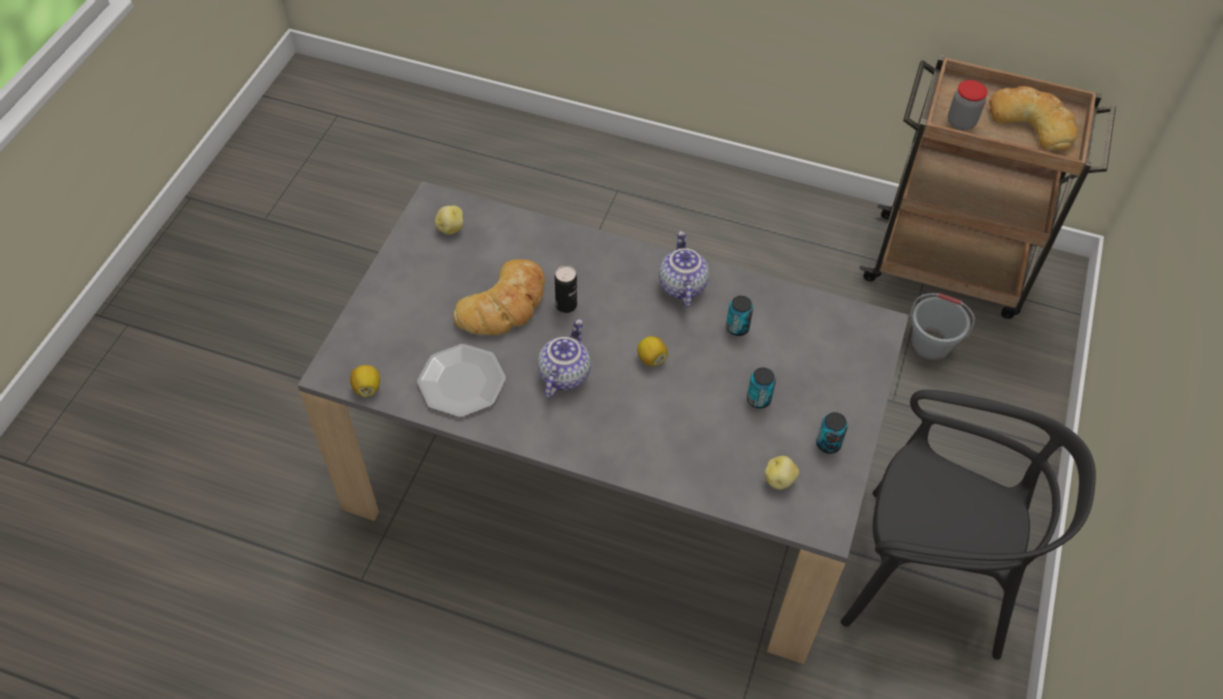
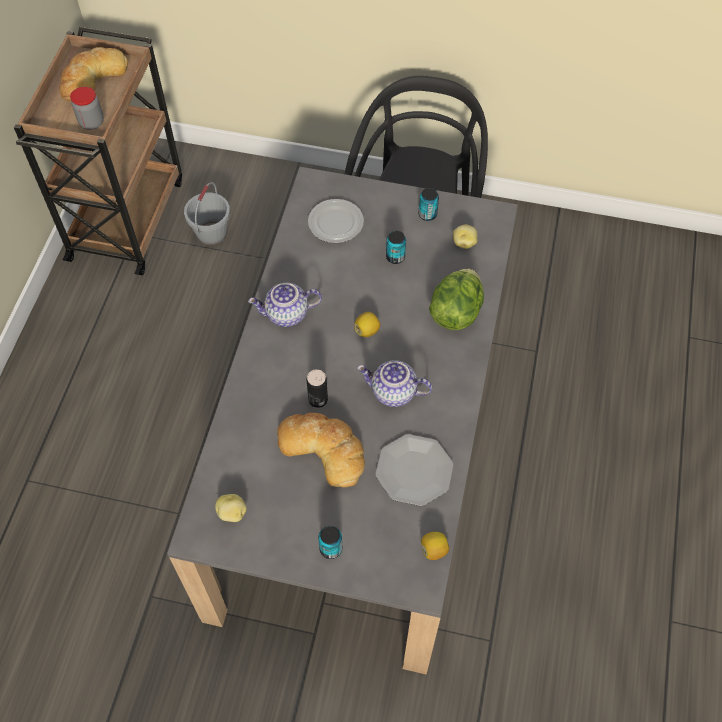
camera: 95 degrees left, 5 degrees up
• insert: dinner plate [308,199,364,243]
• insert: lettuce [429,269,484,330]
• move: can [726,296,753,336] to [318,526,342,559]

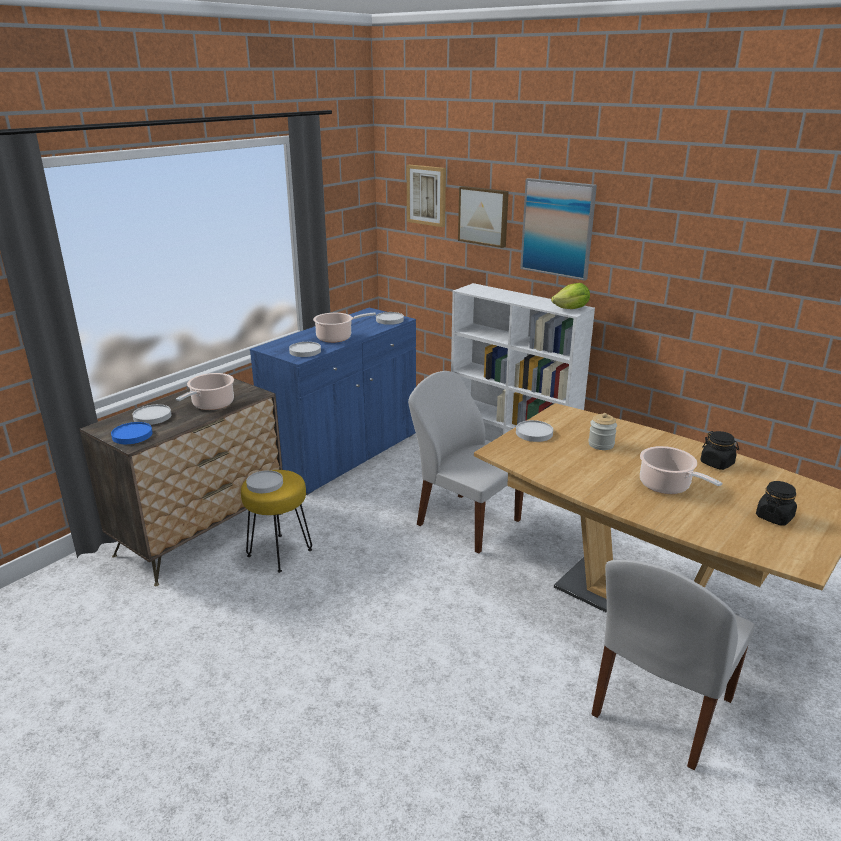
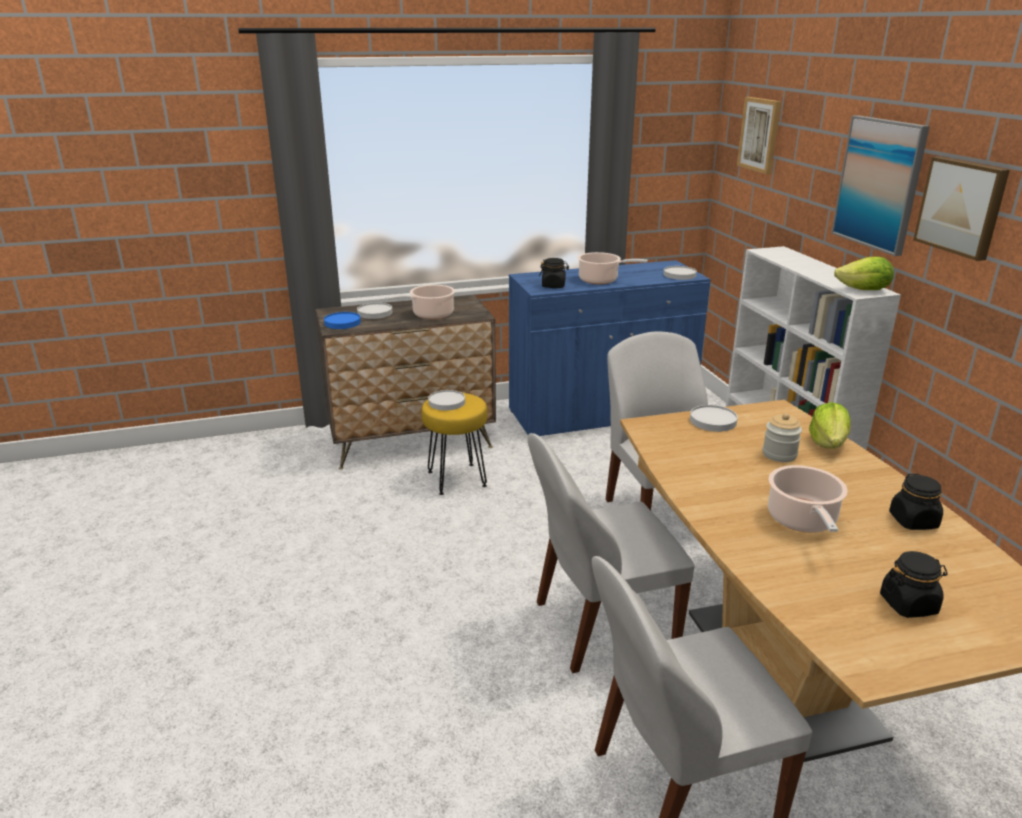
camera: 35 degrees right, 0 degrees up
• insert: upright chair (white) [527,433,695,673]
• insert: lettuce [809,402,851,449]
• move: wall art [458,186,509,248] to [913,157,1010,261]
• replace: dinner plate (white) [289,342,321,357] to storage jar (black) [539,258,569,288]

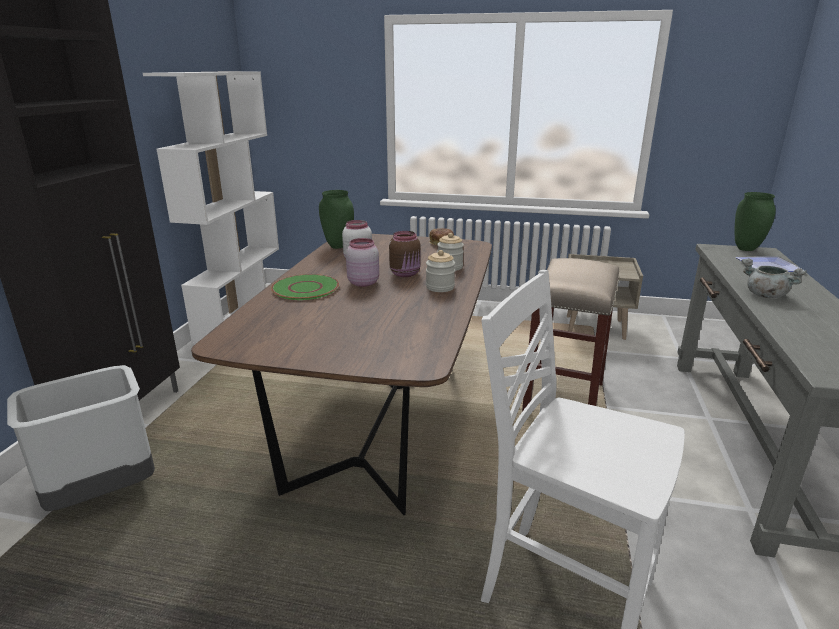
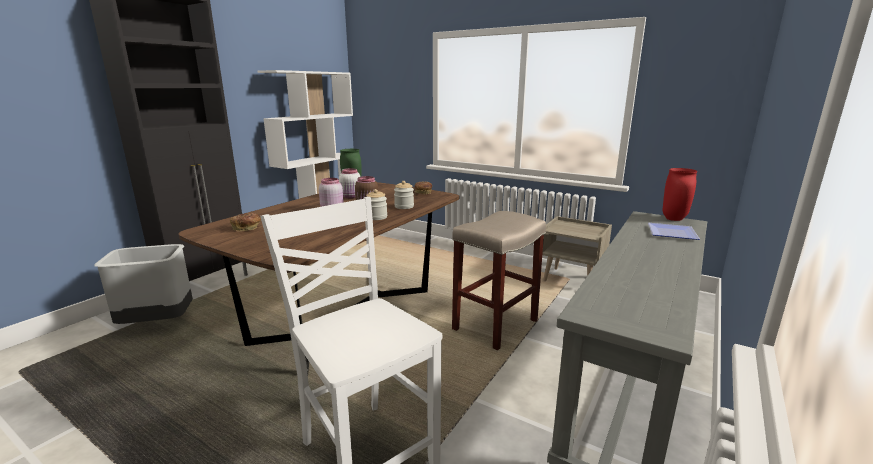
camera: 20 degrees right, 5 degrees down
• delete: dinner plate (green-coloured) [271,274,339,300]
• delete: saucepot (greyish) [742,258,807,298]
• insert: baked bread [230,213,261,231]
• recolor: vase (green-coloured) [735,192,776,251] to vase (red) [663,168,697,221]

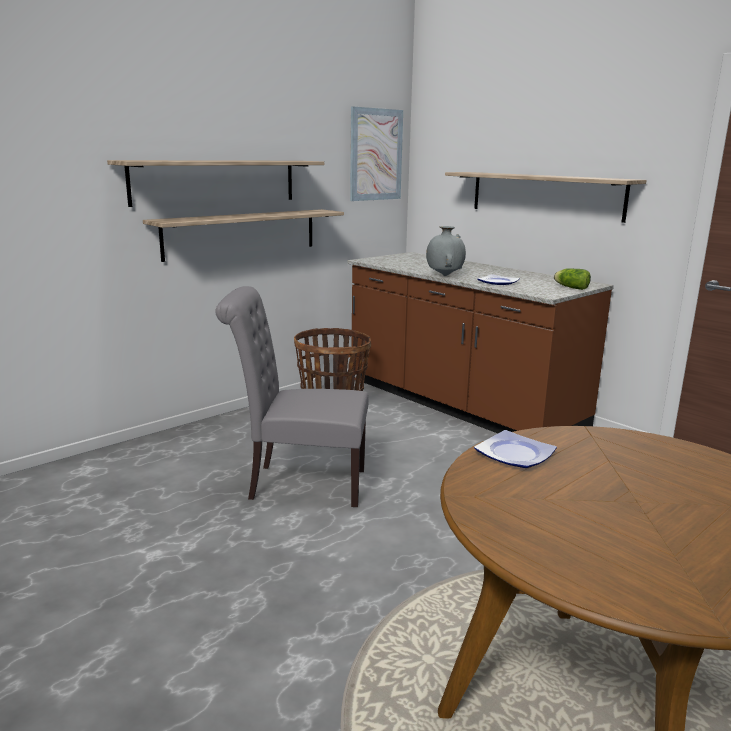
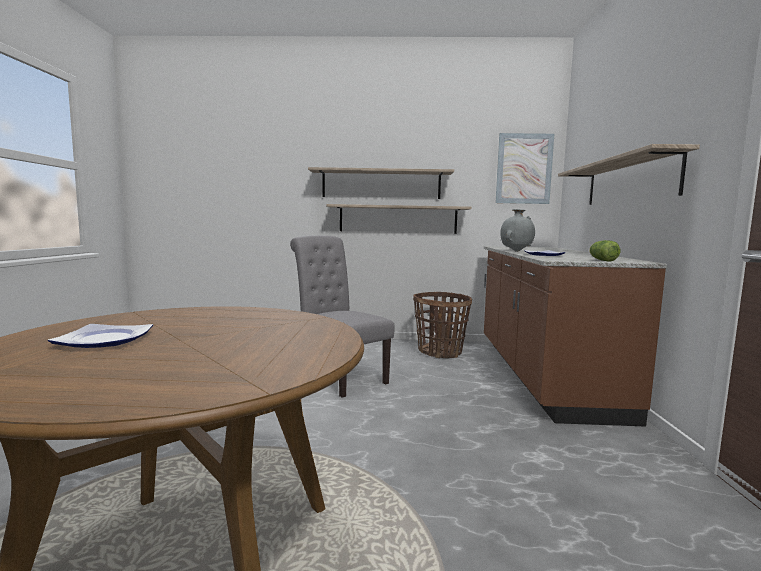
camera: 45 degrees right, 10 degrees down
• move: dinner plate [474,430,557,468] to [48,324,153,348]

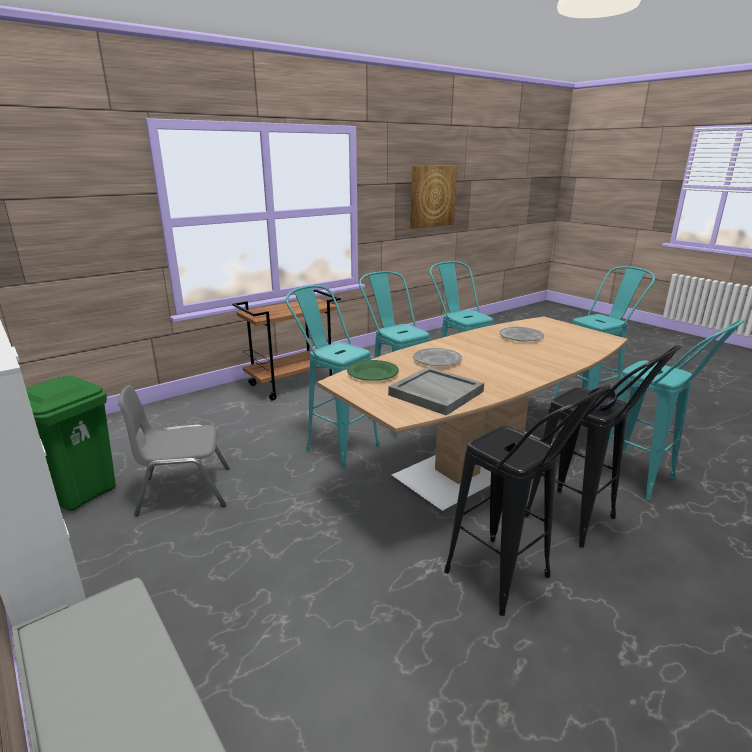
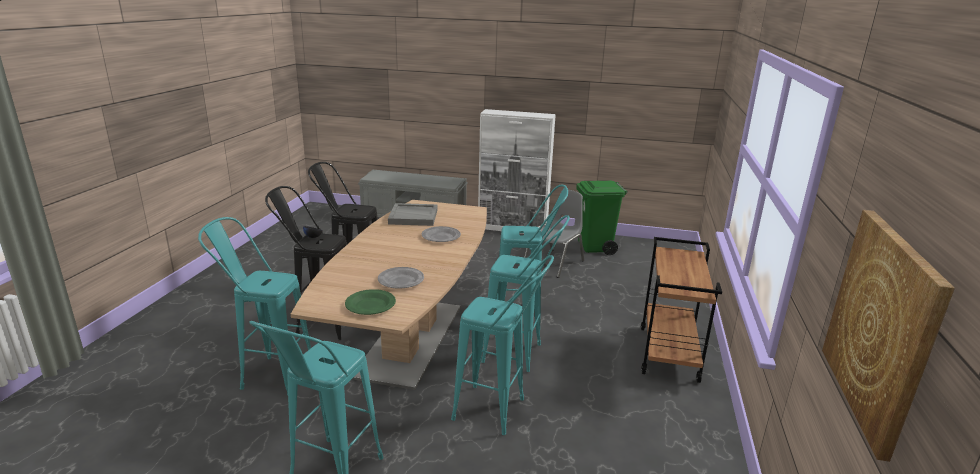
camera: 140 degrees right, 0 degrees up
• move: dinner plate (green-coloured) [347,360,399,381] to [345,289,396,315]

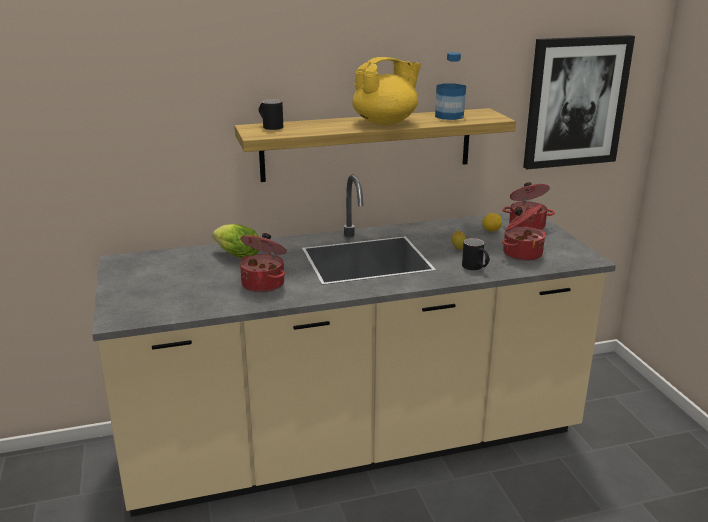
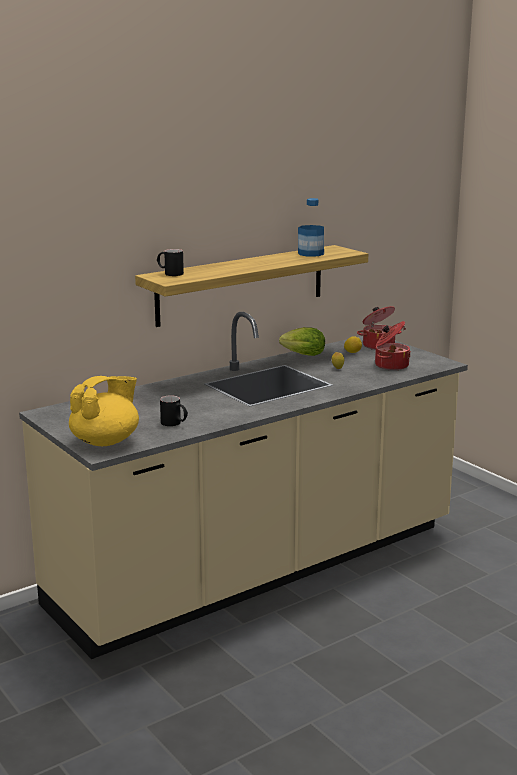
camera: 20 degrees left, 5 degrees down
• delete: saucepot [240,233,287,293]
• delete: wall art [523,35,635,169]
• move: lettuce [212,224,259,259] to [279,327,325,356]
• move: teapot (yellowish) [352,57,421,125] to [69,376,139,446]
• move: coffee mug (black) [462,238,490,270] to [160,395,188,426]

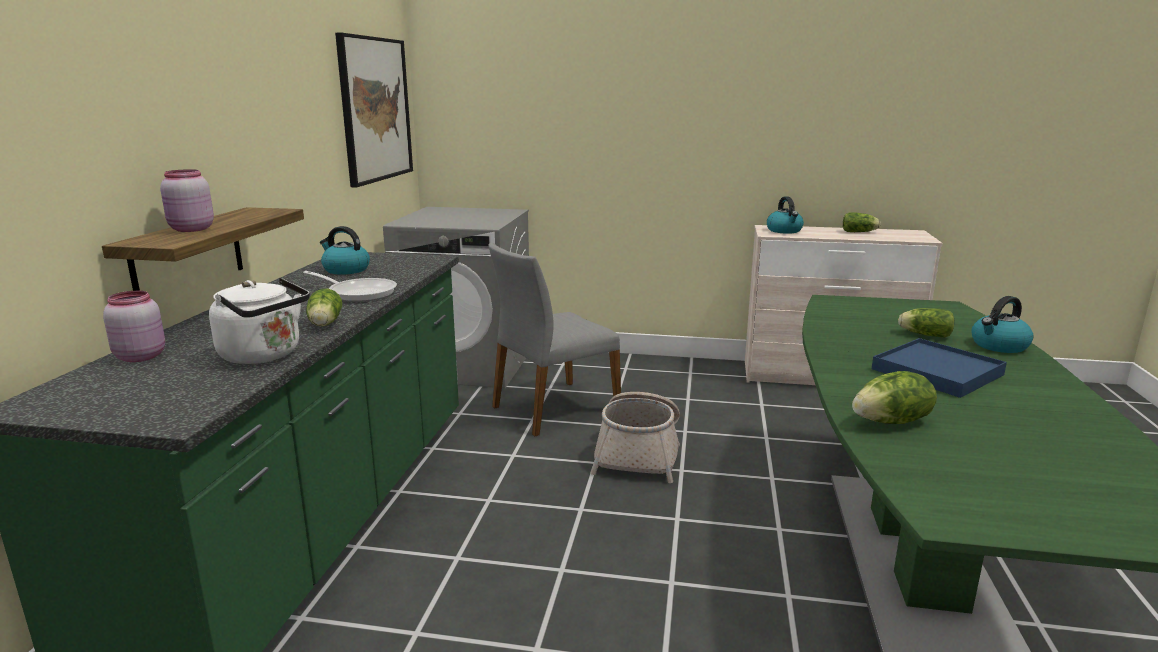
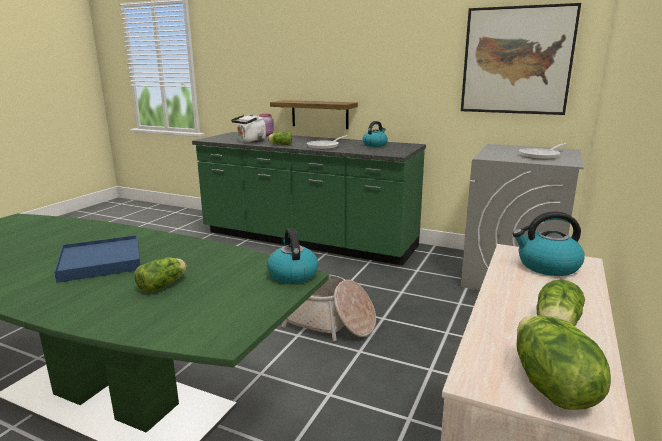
camera: 105 degrees right, 0 degrees up
• delete: storage jar (pink) [160,169,214,232]
• delete: upright chair (greyish) [488,242,621,436]
• insert: skillet [519,143,566,160]
• move: lettuce [852,371,937,424] to [516,315,611,410]
• move: tea kettle [971,296,1033,353] to [267,228,318,284]

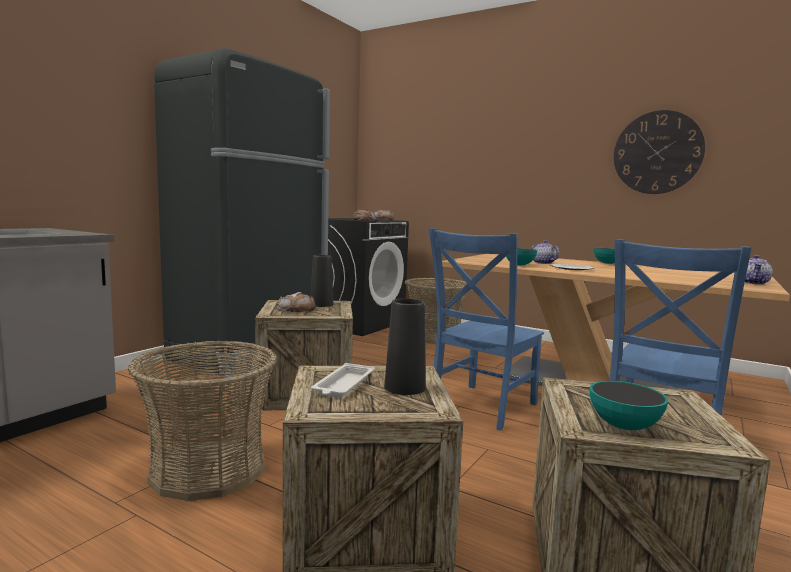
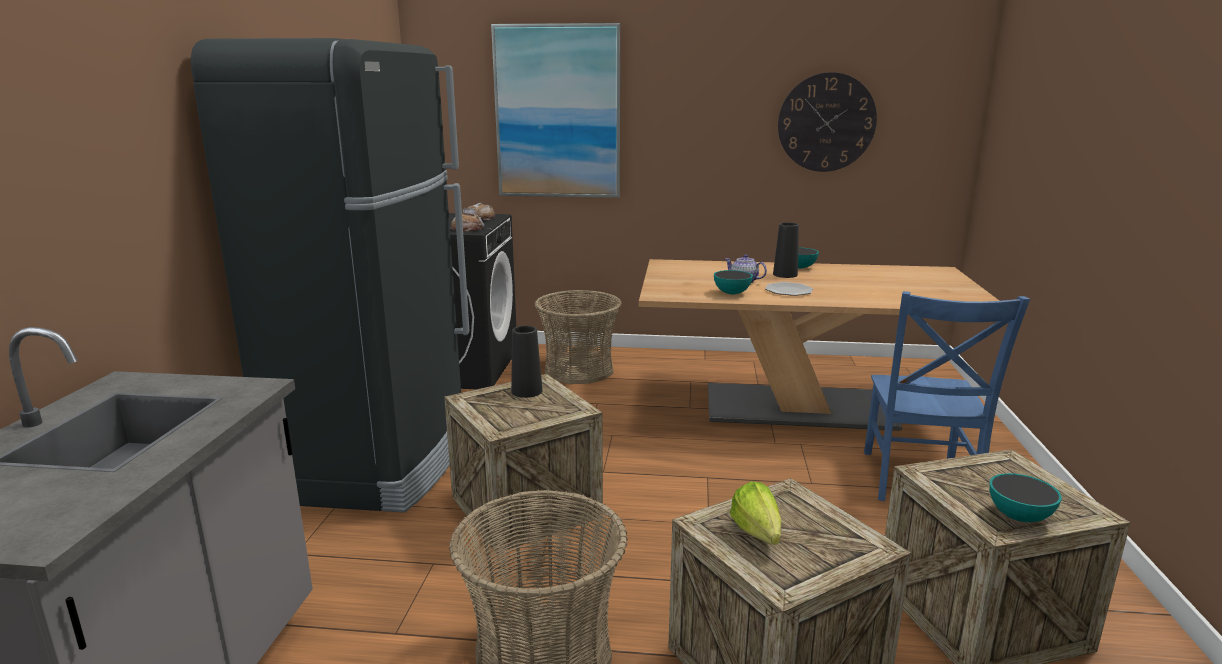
camera: 25 degrees left, 10 degrees up
• delete: baked bread [277,292,316,312]
• delete: upright chair (blue-coloured) [429,228,544,431]
• delete: teapot [745,255,773,285]
• insert: wall art [491,23,620,198]
• move: vase (black) [384,298,426,395] to [773,222,799,278]
• replace: serving tray (white) [311,363,375,398] to lettuce [730,481,782,545]

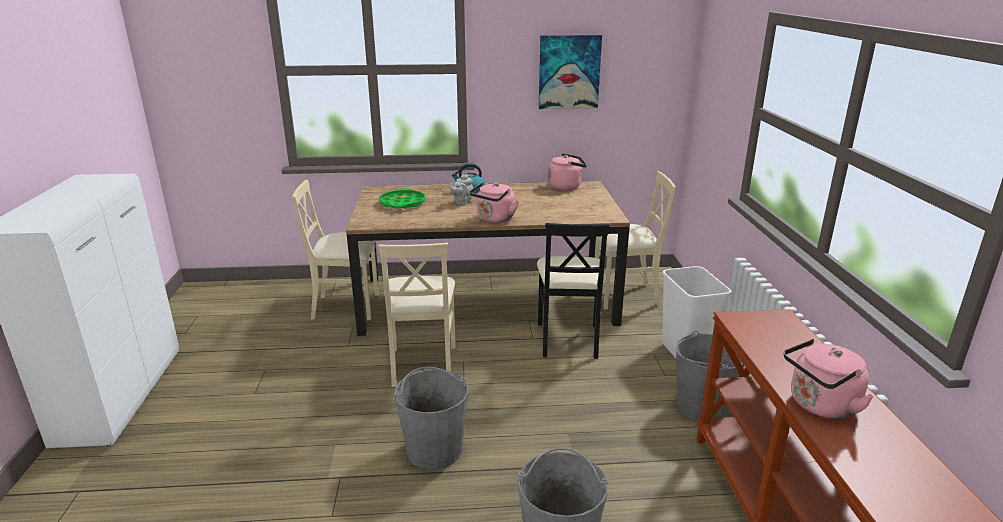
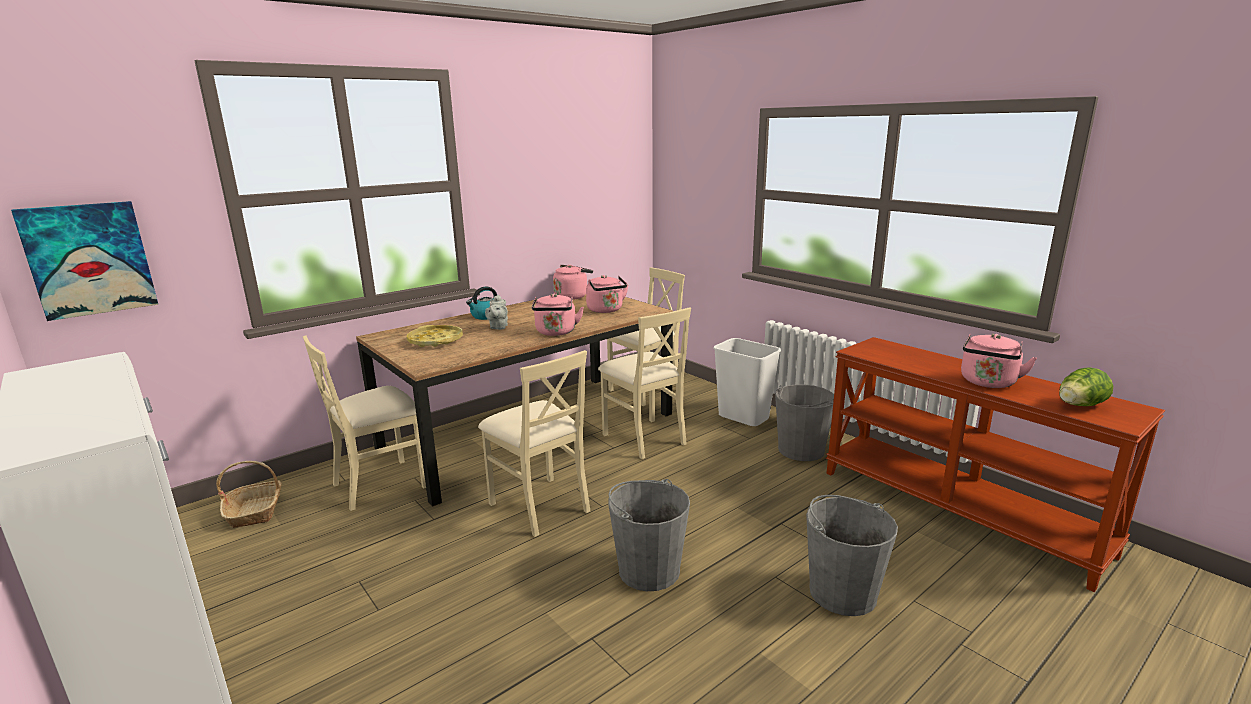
camera: 35 degrees left, 5 degrees down
• insert: storage basket [216,461,282,528]
• insert: tea kettle (pink) [586,275,628,313]
• insert: lettuce [1059,367,1113,406]
• move: wall art [539,35,602,109] to [11,201,158,321]
• recolor: serving tray (green-coloured) [379,189,426,209] to serving tray (yellowish) [407,325,463,347]
• recolor: upright chair (black) [537,223,610,359] to upright chair (sand-coloured) [598,307,691,459]

